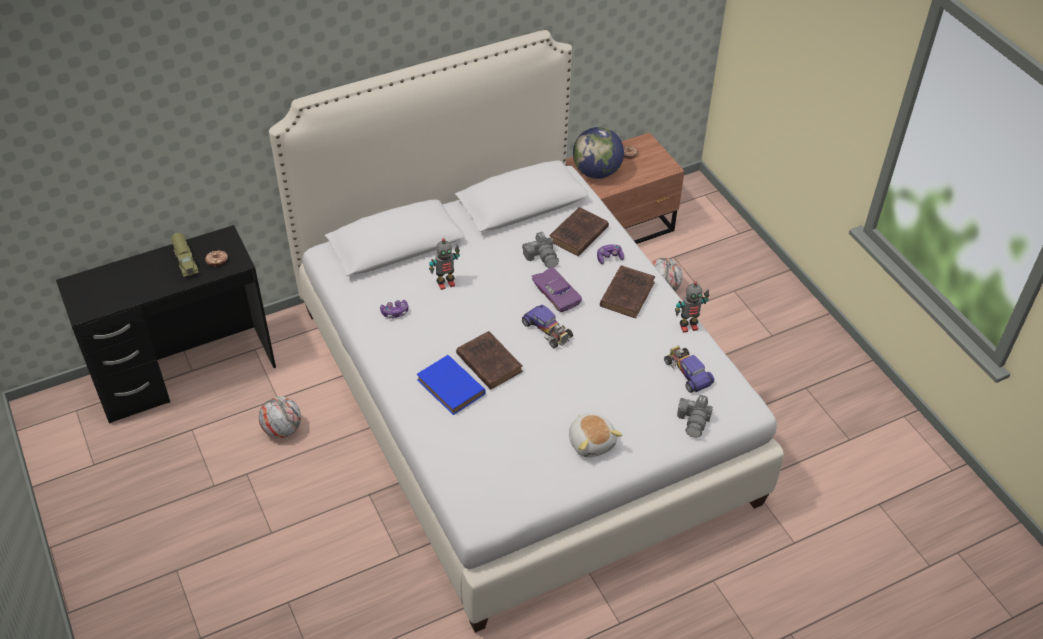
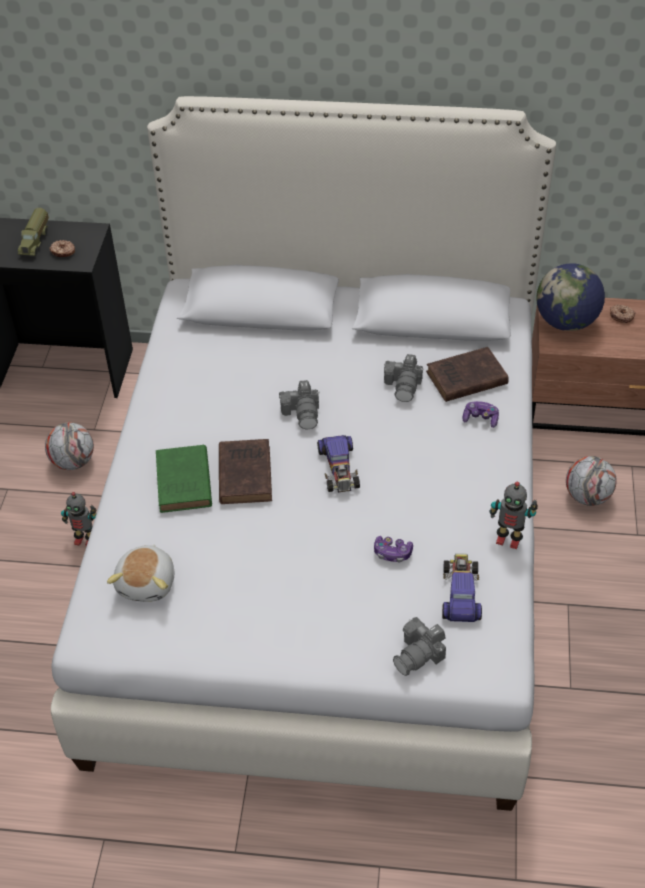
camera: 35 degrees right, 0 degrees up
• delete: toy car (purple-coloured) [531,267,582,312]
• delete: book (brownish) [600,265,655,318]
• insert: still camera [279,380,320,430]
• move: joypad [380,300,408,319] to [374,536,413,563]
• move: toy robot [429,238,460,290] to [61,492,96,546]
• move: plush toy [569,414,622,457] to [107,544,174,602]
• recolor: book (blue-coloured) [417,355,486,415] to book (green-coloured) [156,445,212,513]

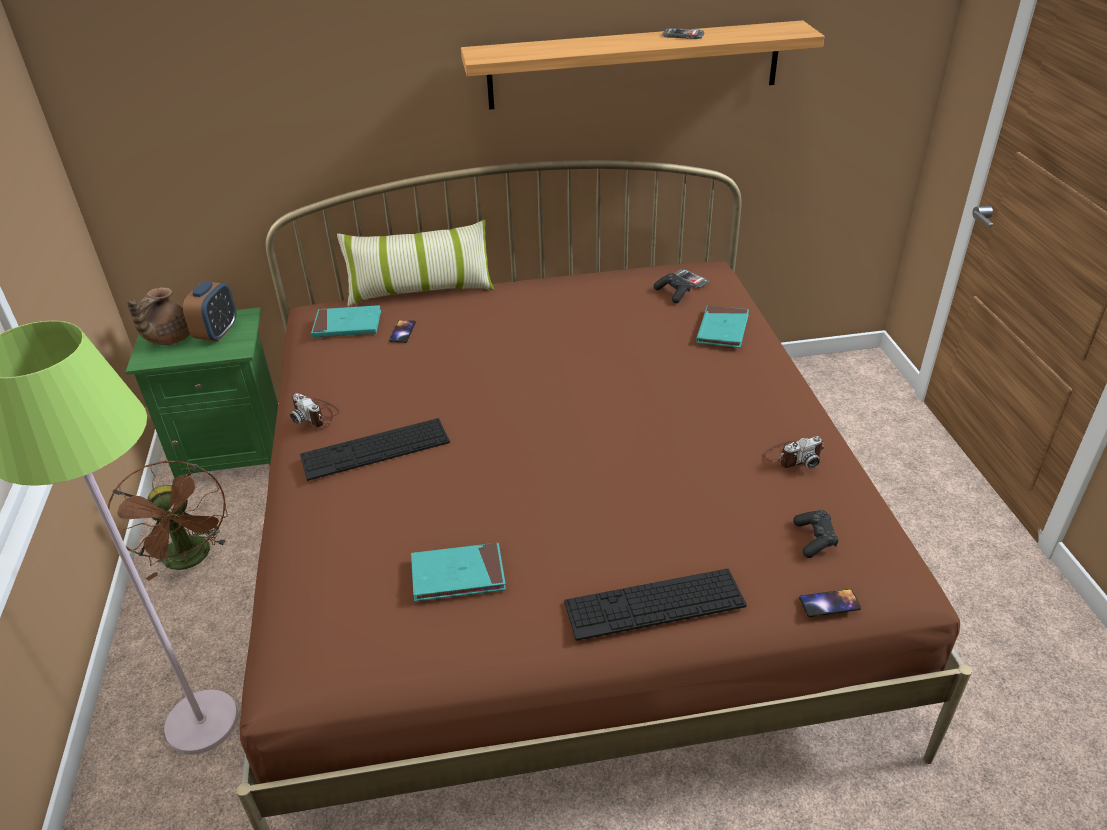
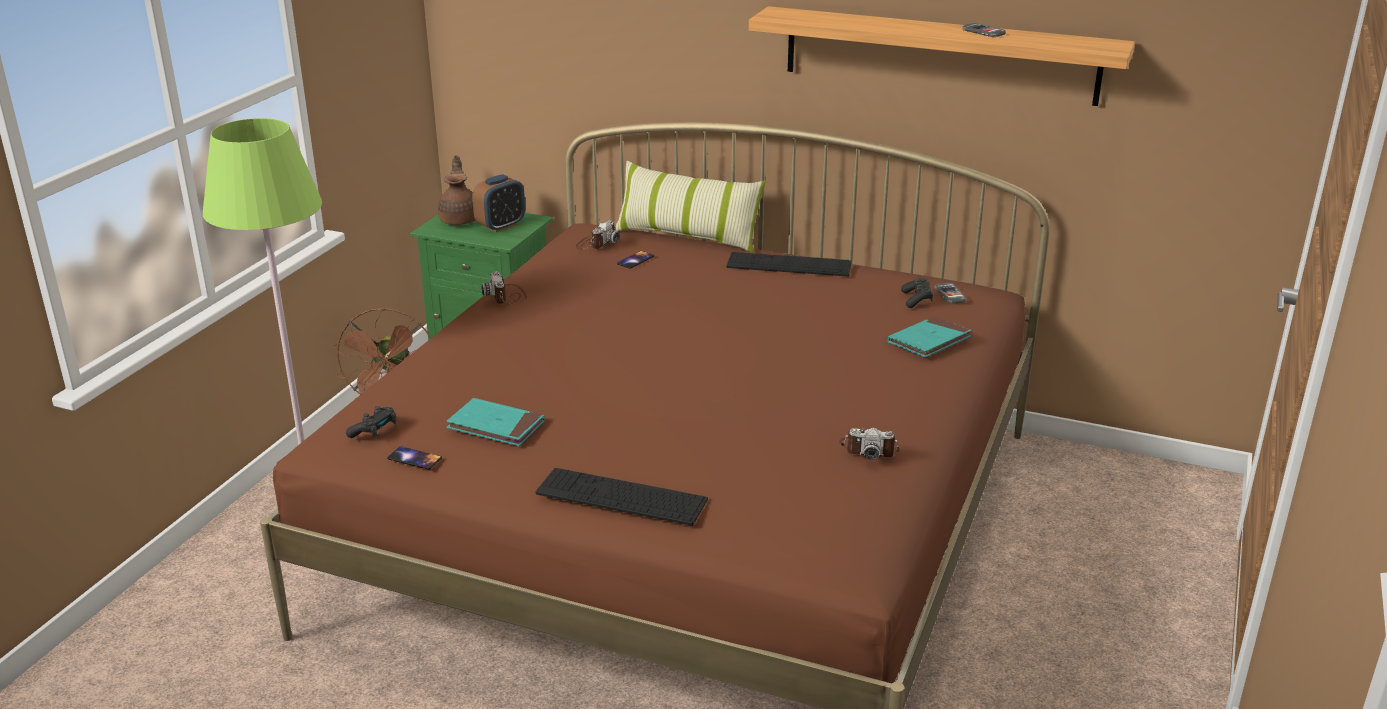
camera: 30 degrees right, 10 degrees down
• move: keyboard [300,418,450,481] to [726,252,852,277]
• move: joypad (black) [793,510,839,558] to [346,406,396,438]
• move: telephone [799,589,861,617] to [387,446,442,470]
• replace: book (turquoise-coloured) [311,305,381,338] to still camera [576,220,620,249]
• rotate: teapot (brownish) [127,287,190,345] = [438,155,475,225] 120 degrees clockwise

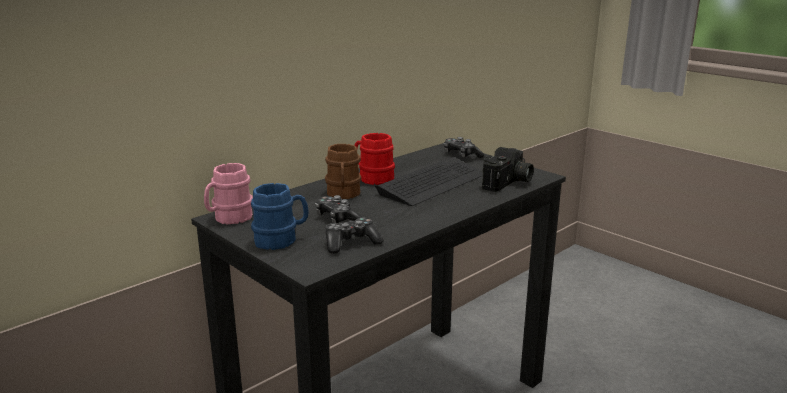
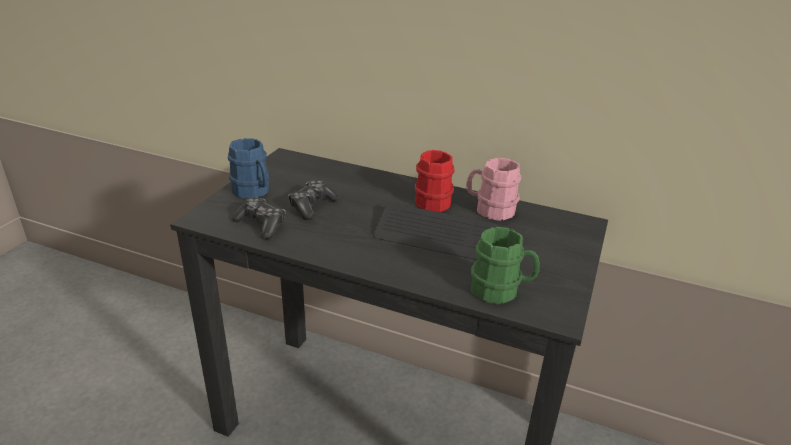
camera: 65 degrees right, 10 degrees up
• delete: coffee mug (brownish) [325,144,361,199]
• delete: joypad [444,137,484,158]
• move: coffee mug (pink) [204,163,253,225] to [466,158,521,221]
• replace: still camera [482,147,534,192] to coffee mug (green-coloured) [471,227,540,305]

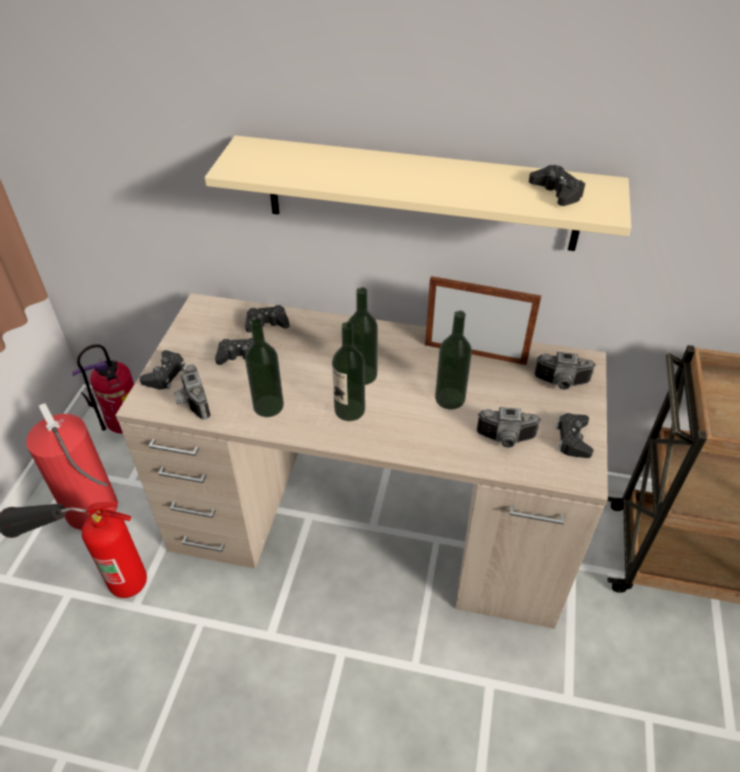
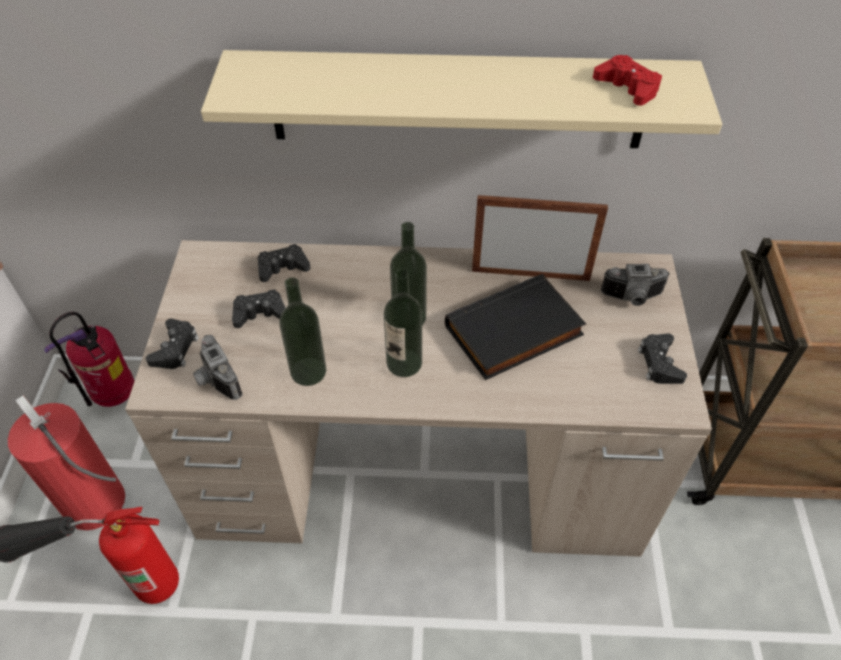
camera: 10 degrees left, 5 degrees up
• delete: still camera [477,407,541,448]
• replace: beverage bottle [435,311,472,410] to book (black) [445,274,586,380]
• recolor: joypad (black) [529,165,585,206] to joypad (red) [593,55,662,106]

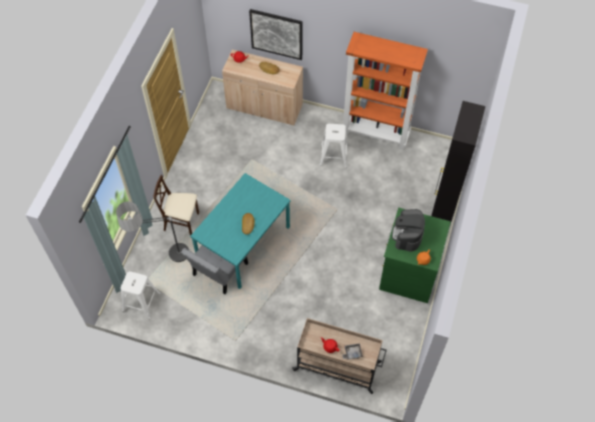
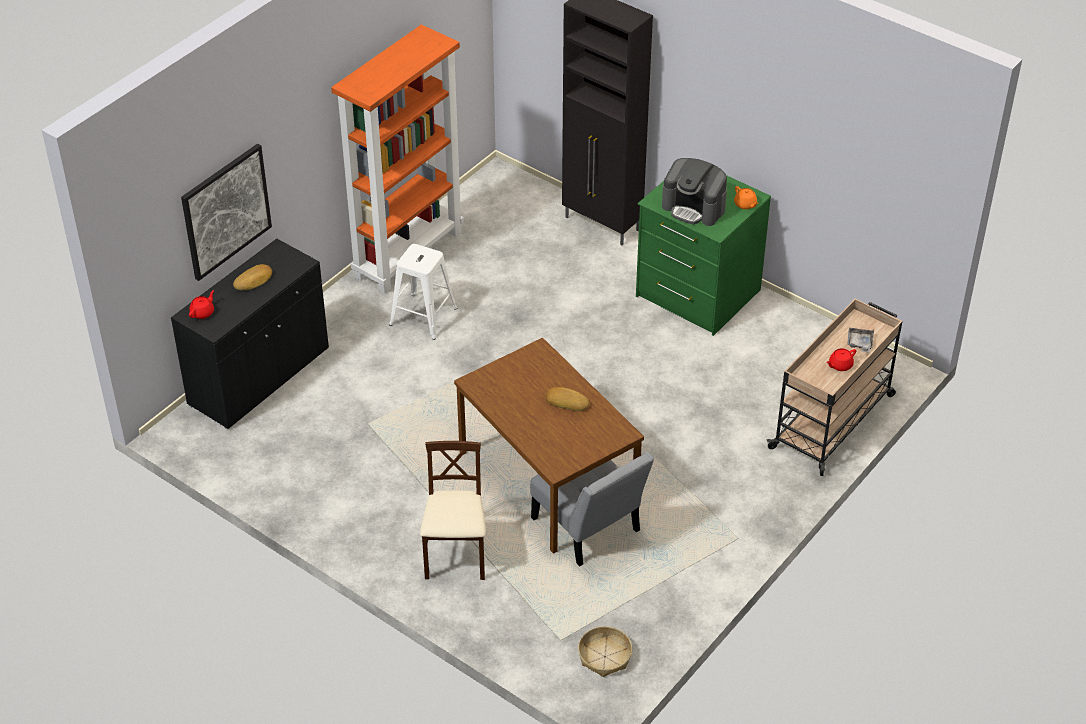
camera: 70 degrees left, 15 degrees down
• delete: floor lamp [116,201,190,262]
• replace: stool seat (white) [121,271,161,319] to storage basket [578,626,632,677]
• recolor: kitchen table (turquoise-coloured) [190,173,291,289] to kitchen table (brownish) [454,338,644,554]
• recolor: cabinet (sand-coloured) [222,49,303,125] to cabinet (black) [171,239,329,429]
• rotate: upright chair (sand-coloured) [153,175,199,236] = [420,441,486,580] 150 degrees clockwise

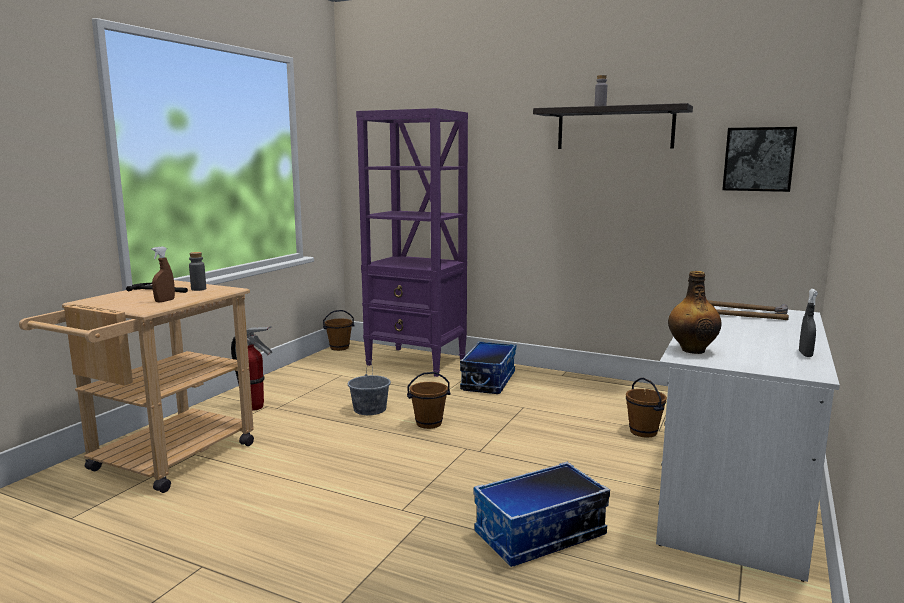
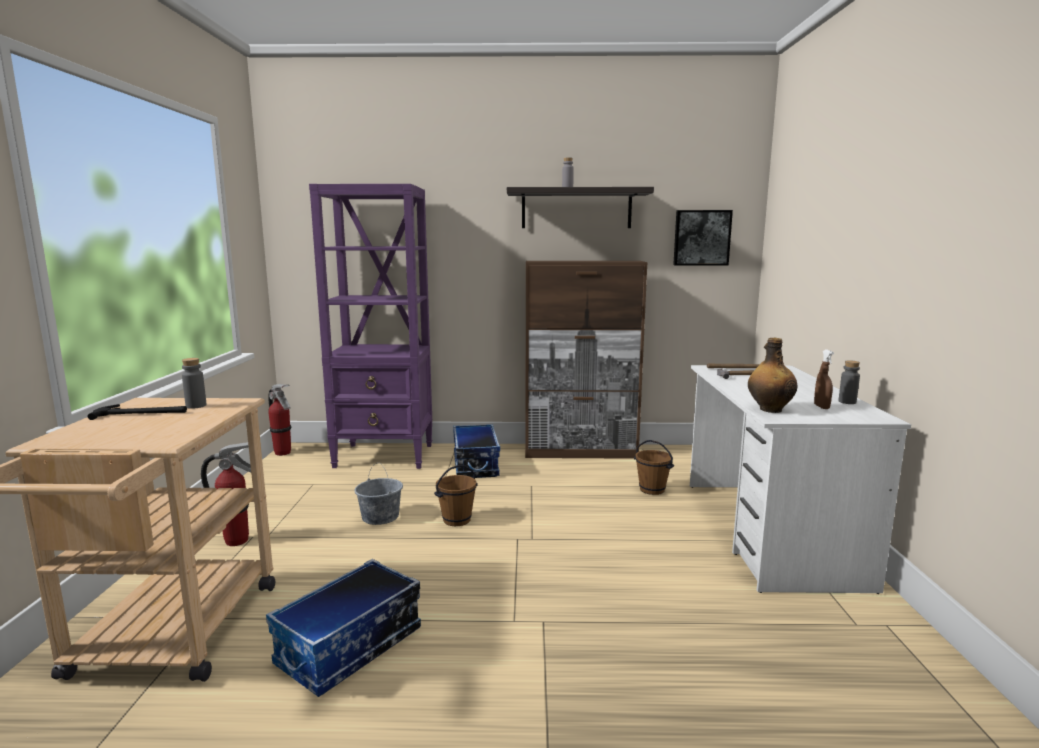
camera: 25 degrees left, 0 degrees up
• insert: cabinet (brownish) [525,261,648,459]
• move: sprayer (brownish) [151,246,175,302] to [814,349,834,409]
• move: storage container [473,462,610,567] to [266,559,421,697]
• replace: water bucket (brownish) [323,310,355,351] to extinguisher [268,384,291,456]
• replace: sprayer (greyish) [799,289,818,357] to beverage bottle (greyish) [838,360,860,404]

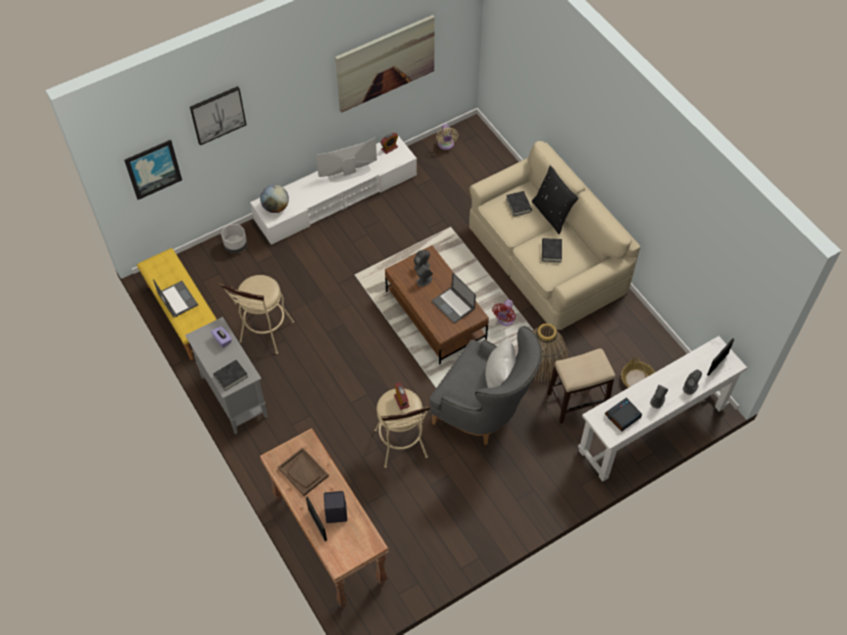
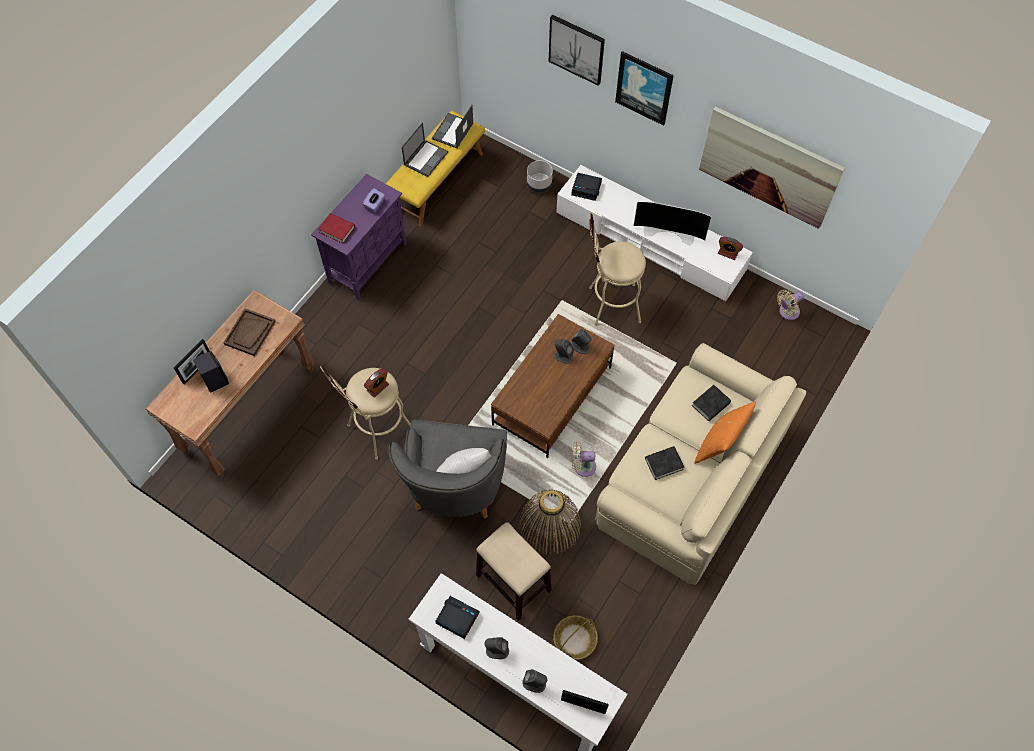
camera: 65 degrees right, 5 degrees up
• move: wall art [124,140,182,200] to [615,51,674,126]
• move: stool seat (sand-coloured) [219,275,294,354] to [589,214,646,326]
• move: laptop [432,272,476,324] to [432,105,473,148]
• replace: world globe [260,185,289,213] to table clock [571,173,602,201]
• recolor: cabinet (greyish) [185,317,268,434] to cabinet (purple-coloured) [311,174,407,300]
• recolor: book (black) [213,360,248,391] to book (red) [318,213,355,244]
• recolor: fan (red) [492,299,516,326] to fan (sand-coloured) [572,441,596,477]
• recolor: pillow (black) [532,165,578,234] to pillow (orangey) [694,401,756,464]
• rotate: TV set [316,137,377,182] = [633,201,712,245] 150 degrees clockwise

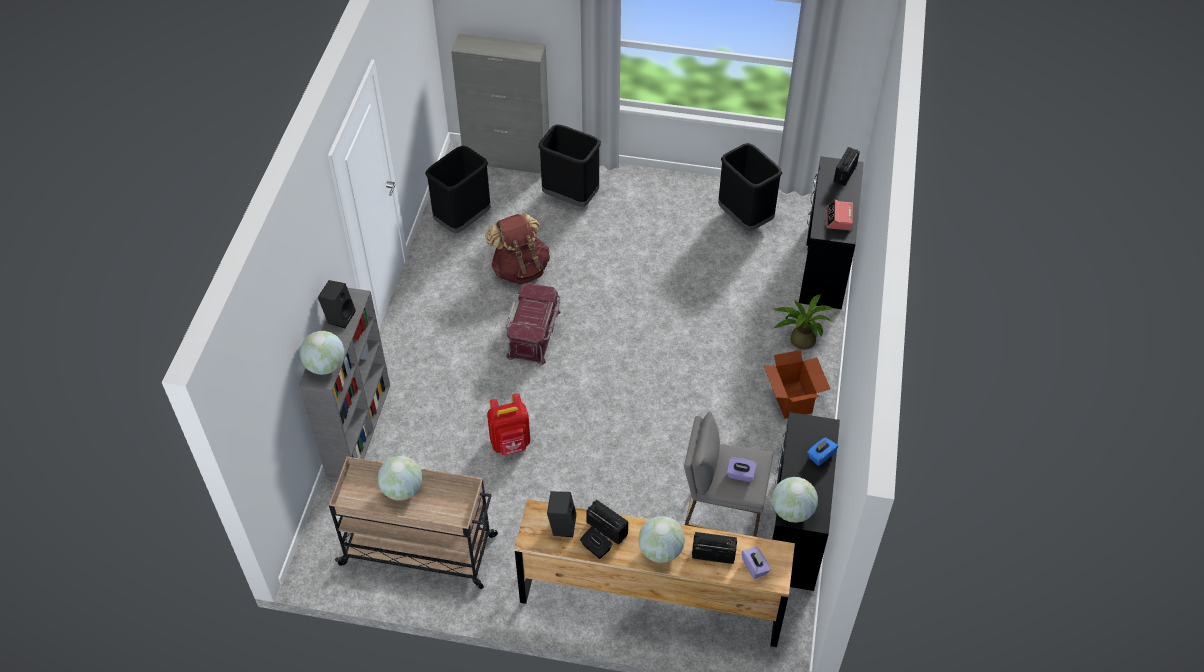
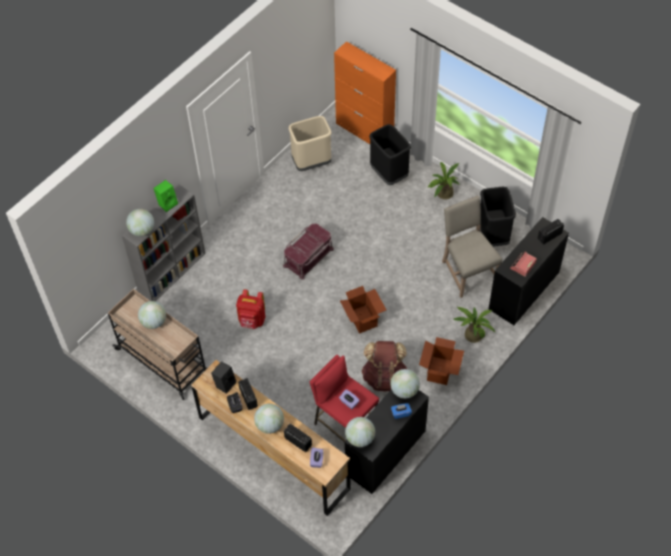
camera: 30 degrees right, 5 degrees up
• insert: packing box [340,286,386,333]
• insert: world globe [390,369,420,399]
• insert: potted plant [427,162,460,199]
• insert: upright chair (sand-coloured) [442,196,503,298]
• move: backpack (brownish) [486,213,550,285] to [361,341,407,391]
• recolor: speaker (black) [318,280,356,328] to speaker (green-coloured) [153,180,178,212]
• recolor: waste bin (black) [425,146,491,233] to waste bin (sand-coloured) [289,116,332,171]
• recolor: cabinet (greyish) [451,33,549,174] to cabinet (orangey) [334,41,396,144]
• recolor: stool seat (greyish) [684,412,773,537] to stool seat (red) [310,355,379,442]

